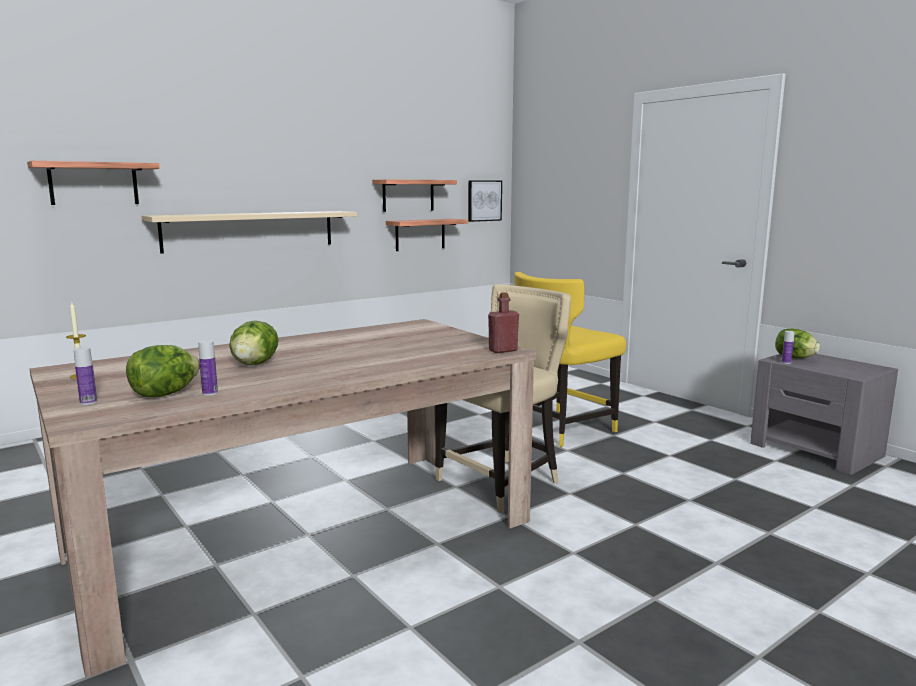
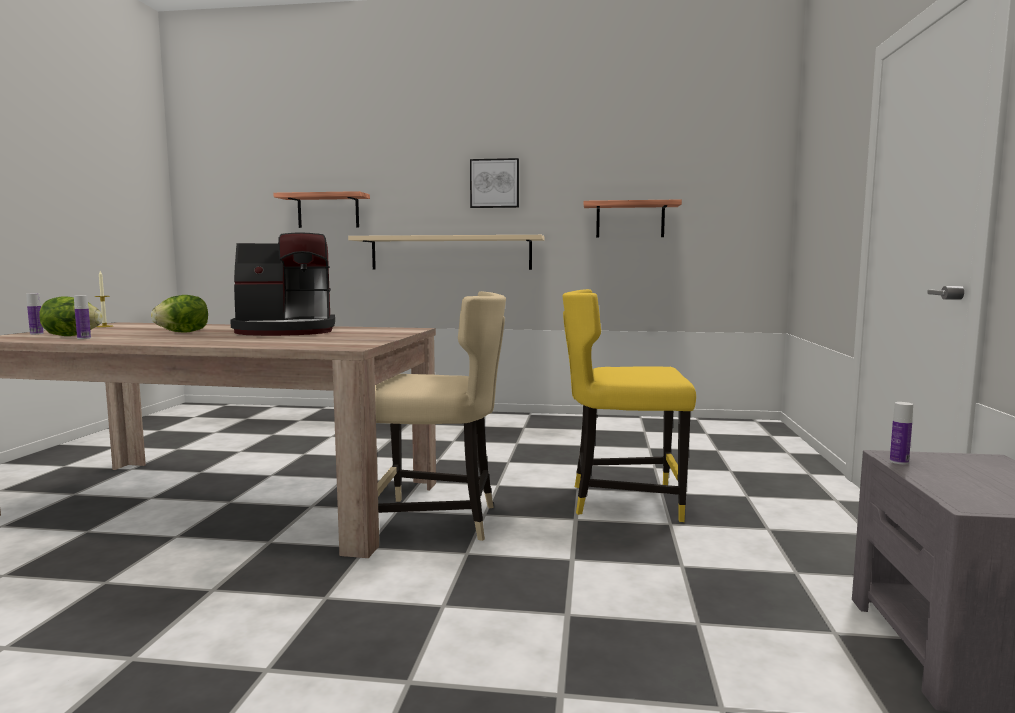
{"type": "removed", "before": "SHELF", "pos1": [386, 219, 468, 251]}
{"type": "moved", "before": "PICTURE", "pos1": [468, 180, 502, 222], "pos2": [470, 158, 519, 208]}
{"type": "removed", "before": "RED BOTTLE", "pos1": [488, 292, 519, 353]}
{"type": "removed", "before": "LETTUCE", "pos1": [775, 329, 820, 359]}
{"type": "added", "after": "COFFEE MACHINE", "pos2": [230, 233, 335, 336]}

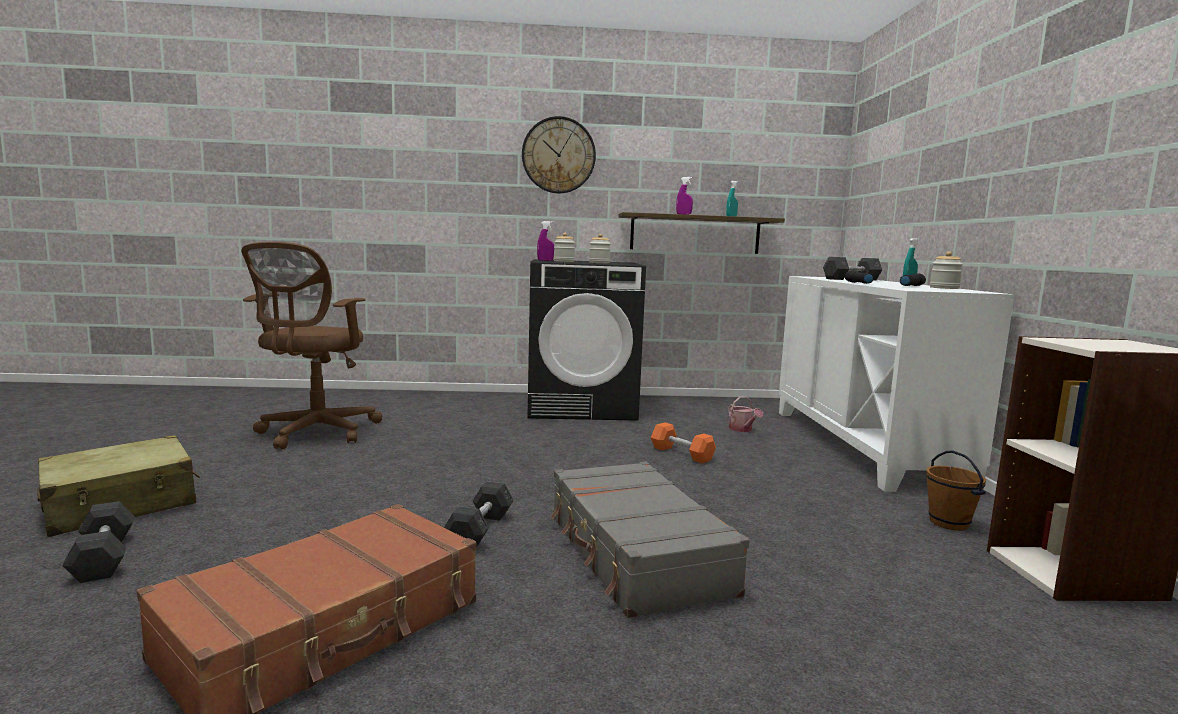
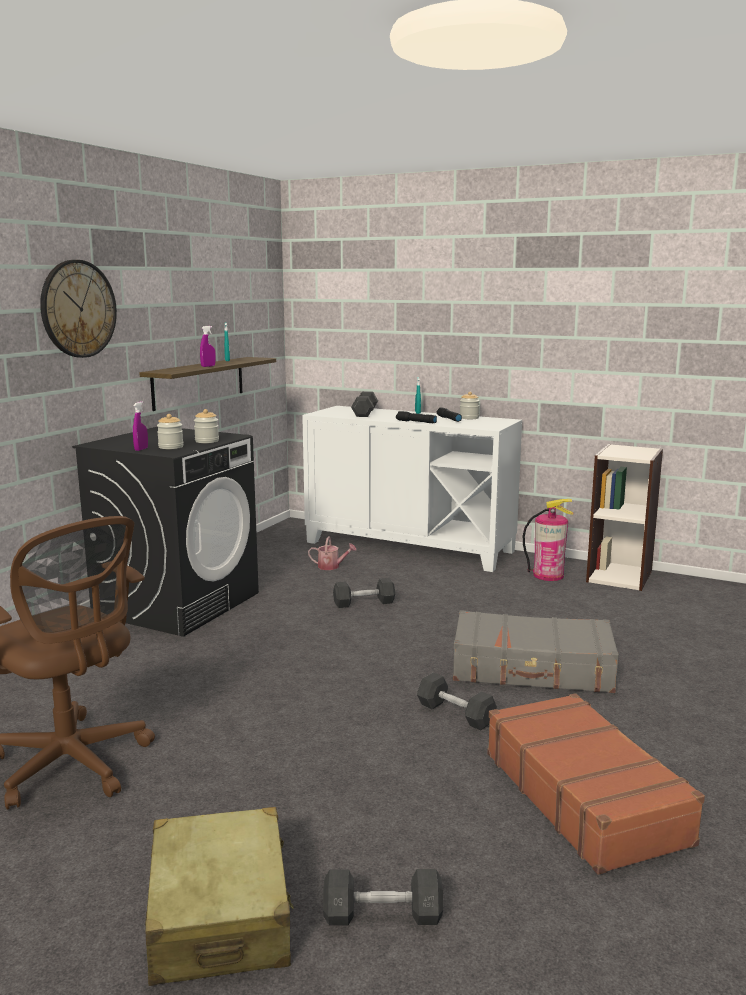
{"type": "recoloured", "before": "ORANGE DUMBBELL", "after": "GREY DUMBBELL", "pos1": [651, 422, 716, 463], "pos2": [333, 578, 395, 608]}
{"type": "replaced", "before": "BROWN BUCKET", "after": "FIRE EXTINGUISHER", "pos1": [926, 450, 986, 531], "pos2": [523, 499, 574, 581]}

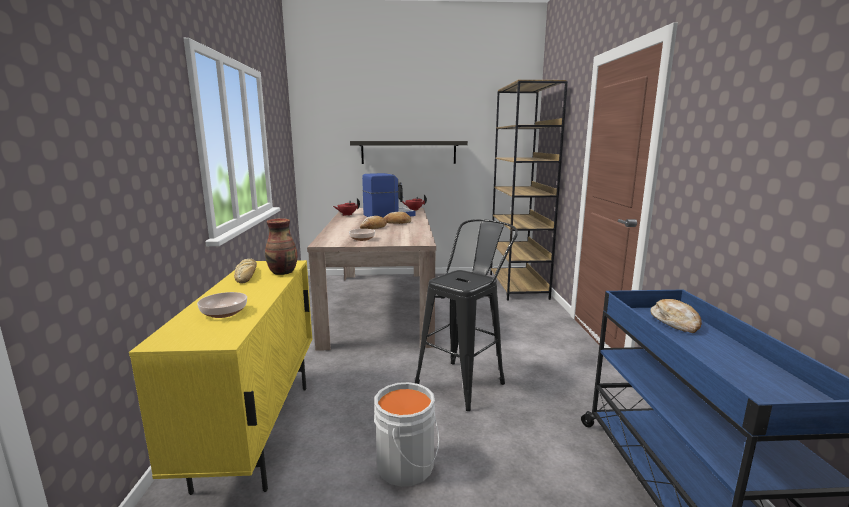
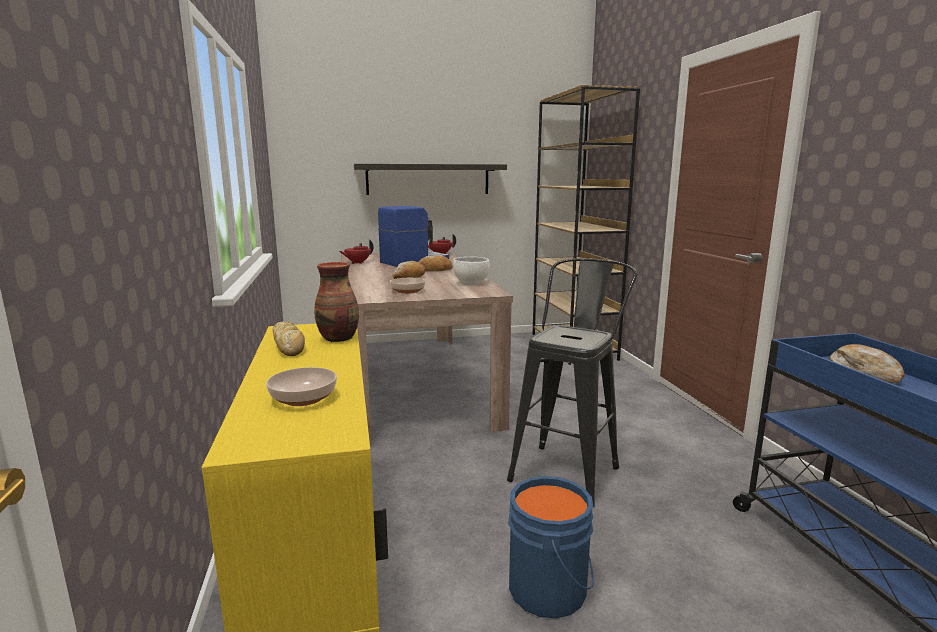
{"type": "recoloured", "before": "GREY BUCKET", "after": "BLUE BUCKET", "pos1": [374, 382, 439, 487], "pos2": [508, 476, 594, 619]}
{"type": "added", "after": "WHITE BOWL", "pos2": [453, 257, 490, 285]}

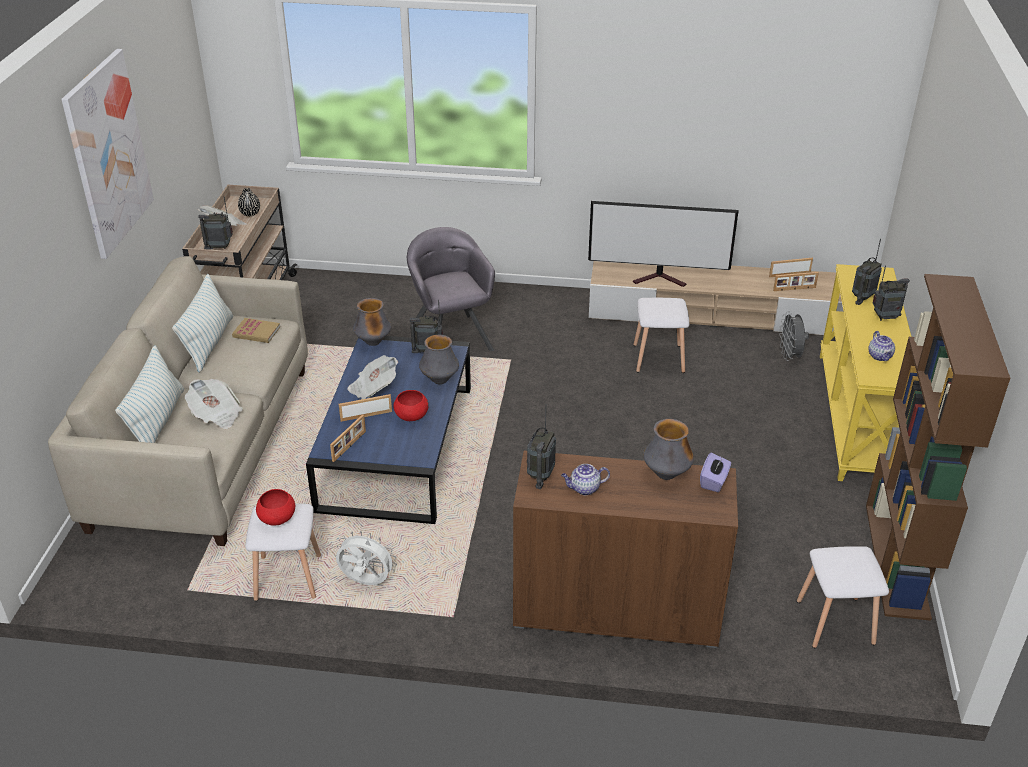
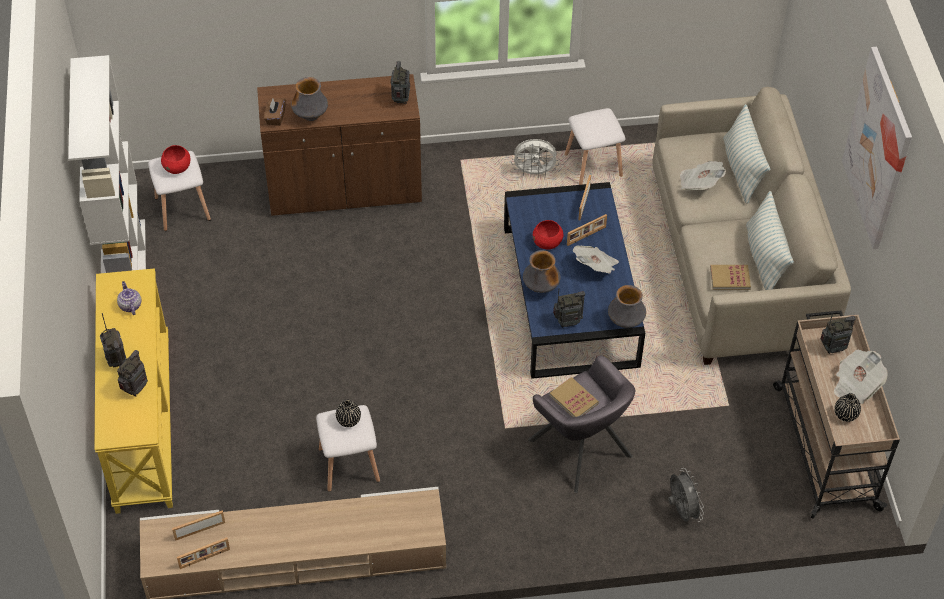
{"type": "moved", "before": "RED BOWL", "pos1": [256, 489, 295, 526], "pos2": [161, 145, 190, 174]}
{"type": "removed", "before": "TEAPOT", "pos1": [561, 464, 610, 495]}
{"type": "removed", "before": "TELEVISION", "pos1": [588, 201, 739, 287]}
{"type": "recoloured", "before": "PURPLE TISSUE BOX", "after": "BROWN TISSUE BOX", "pos1": [700, 453, 731, 492], "pos2": [264, 98, 286, 126]}
{"type": "moved", "before": "GREY FAN", "pos1": [779, 312, 809, 361], "pos2": [668, 468, 704, 522]}
{"type": "recoloured", "before": "BROWN BOOKCASE", "after": "WHITE BOOKCASE", "pos1": [866, 274, 1010, 621], "pos2": [68, 55, 146, 273]}
{"type": "turned", "before": "RADIO", "pos1": [872, 265, 910, 321], "pos2": [100, 313, 127, 367], "turn": -90}
{"type": "added", "after": "BLACK VASE", "pos2": [336, 399, 361, 427]}
{"type": "added", "after": "BOOK", "pos2": [549, 377, 599, 417]}

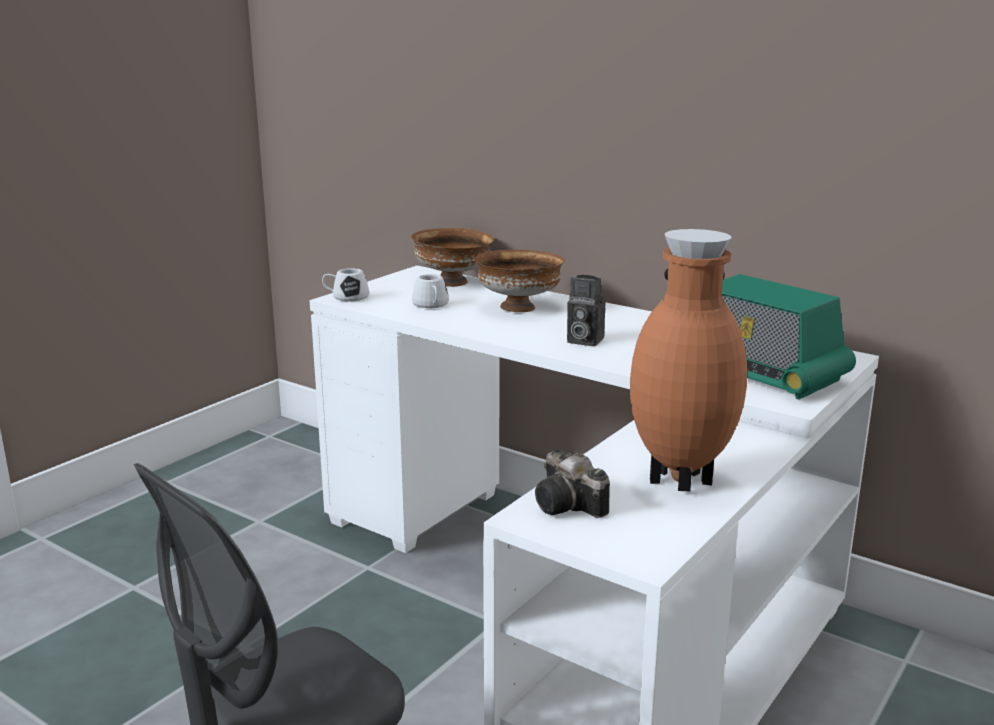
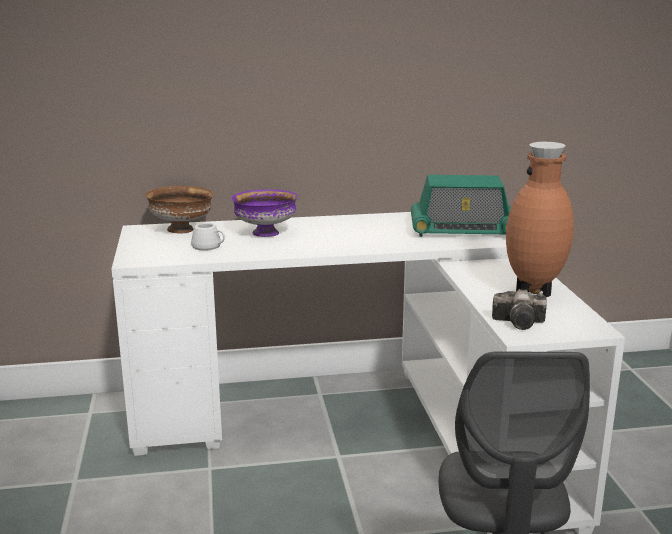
{"type": "removed", "before": "WHITE MUG", "pos1": [322, 268, 369, 302]}
{"type": "recoloured", "before": "BROWN BOWL", "after": "PURPLE BOWL", "pos1": [475, 250, 564, 312], "pos2": [231, 189, 298, 237]}
{"type": "removed", "before": "PHOTO CAMERA", "pos1": [567, 275, 606, 346]}

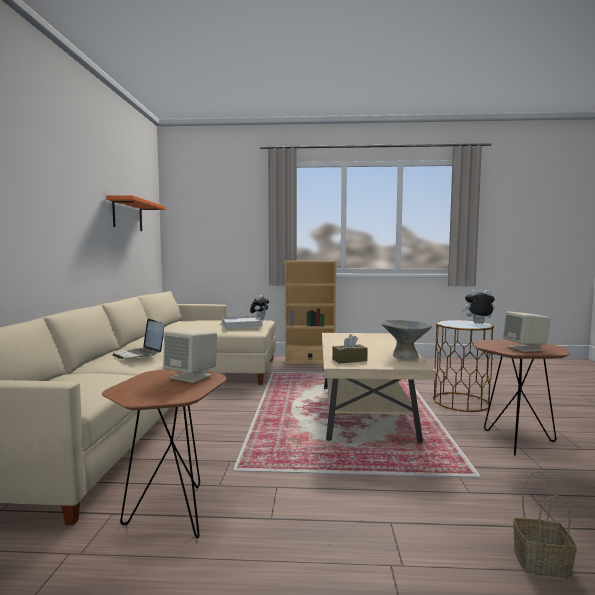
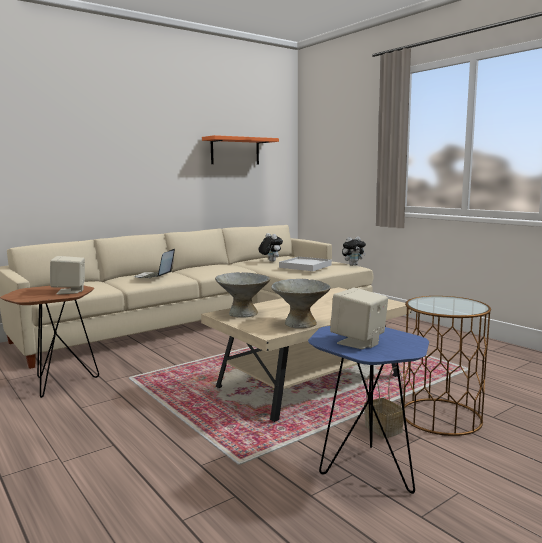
{"type": "removed", "before": "BEIGE BOOKCASE", "pos1": [284, 261, 337, 364]}
{"type": "replaced", "before": "BROWN TISSUE BOX", "after": "GREY BOWL", "pos1": [332, 334, 368, 364], "pos2": [215, 272, 270, 318]}
{"type": "moved", "before": "PLUSH TOY", "pos1": [461, 290, 495, 324], "pos2": [259, 233, 283, 262]}
{"type": "recoloured", "before": "BROWN SIDE TABLE", "after": "BLUE SIDE TABLE", "pos1": [475, 340, 570, 456], "pos2": [308, 326, 429, 494]}
{"type": "moved", "before": "BASKET", "pos1": [513, 471, 577, 578], "pos2": [364, 367, 405, 438]}

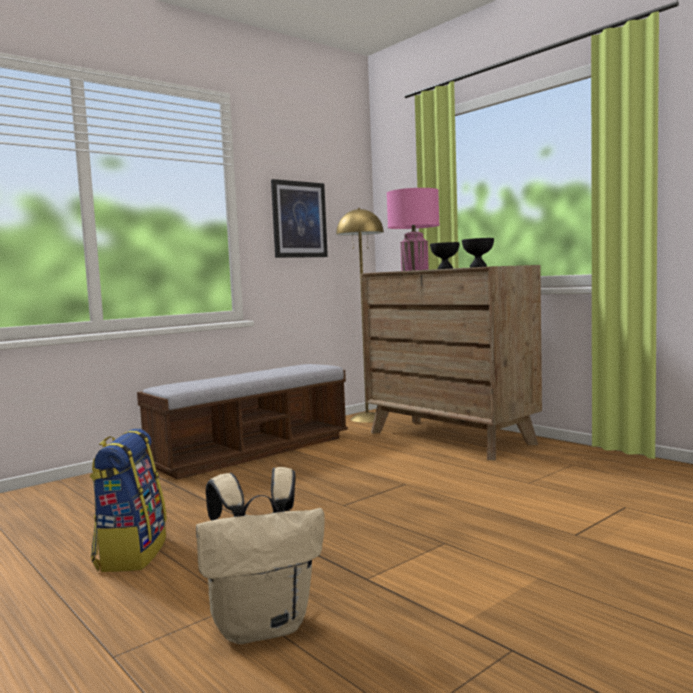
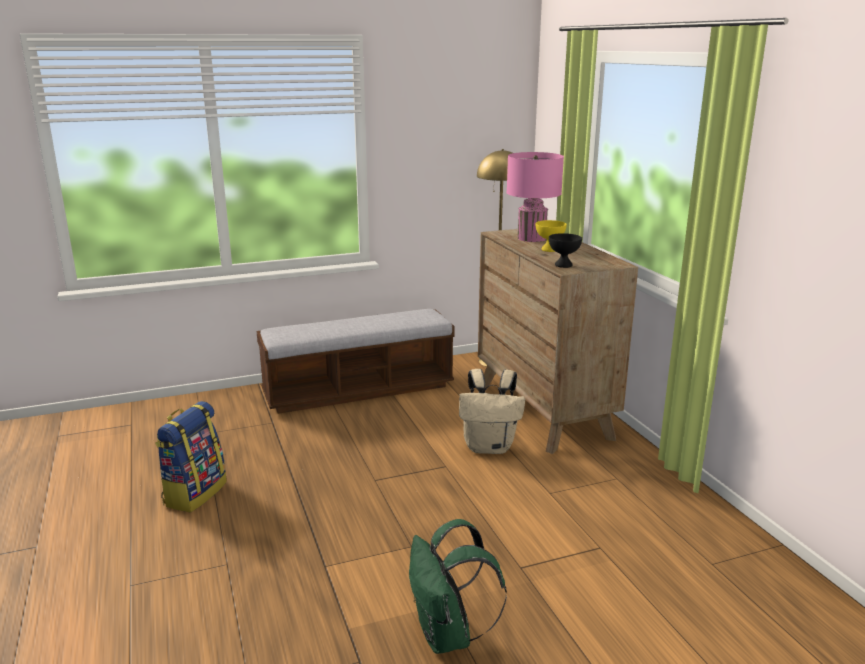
{"type": "moved", "before": "BEIGE BACKPACK", "pos1": [196, 467, 325, 644], "pos2": [459, 369, 525, 454]}
{"type": "removed", "before": "PICTURE", "pos1": [271, 179, 328, 258]}
{"type": "recoloured", "before": "BLACK BOWL", "after": "YELLOW BOWL", "pos1": [430, 242, 460, 269], "pos2": [535, 220, 567, 252]}
{"type": "added", "after": "GREEN BACKPACK", "pos2": [409, 519, 507, 654]}

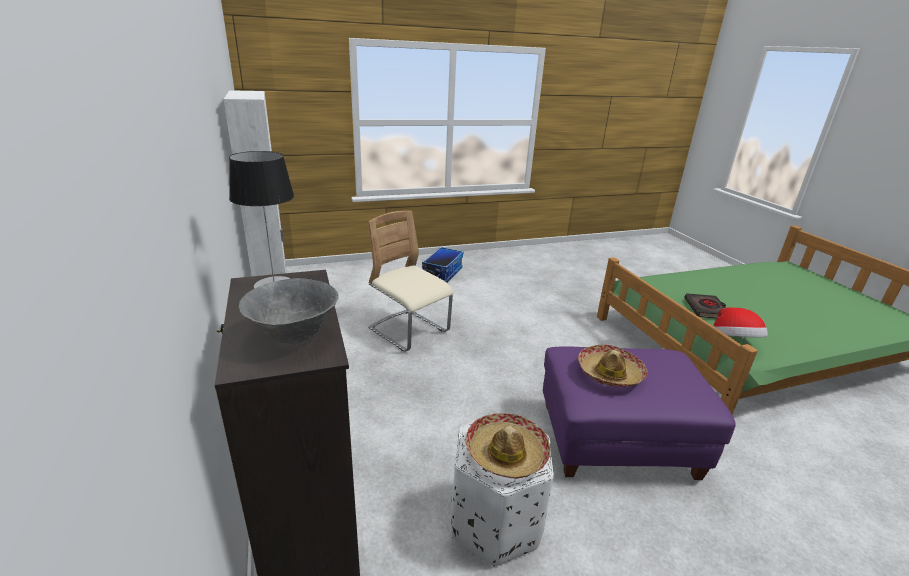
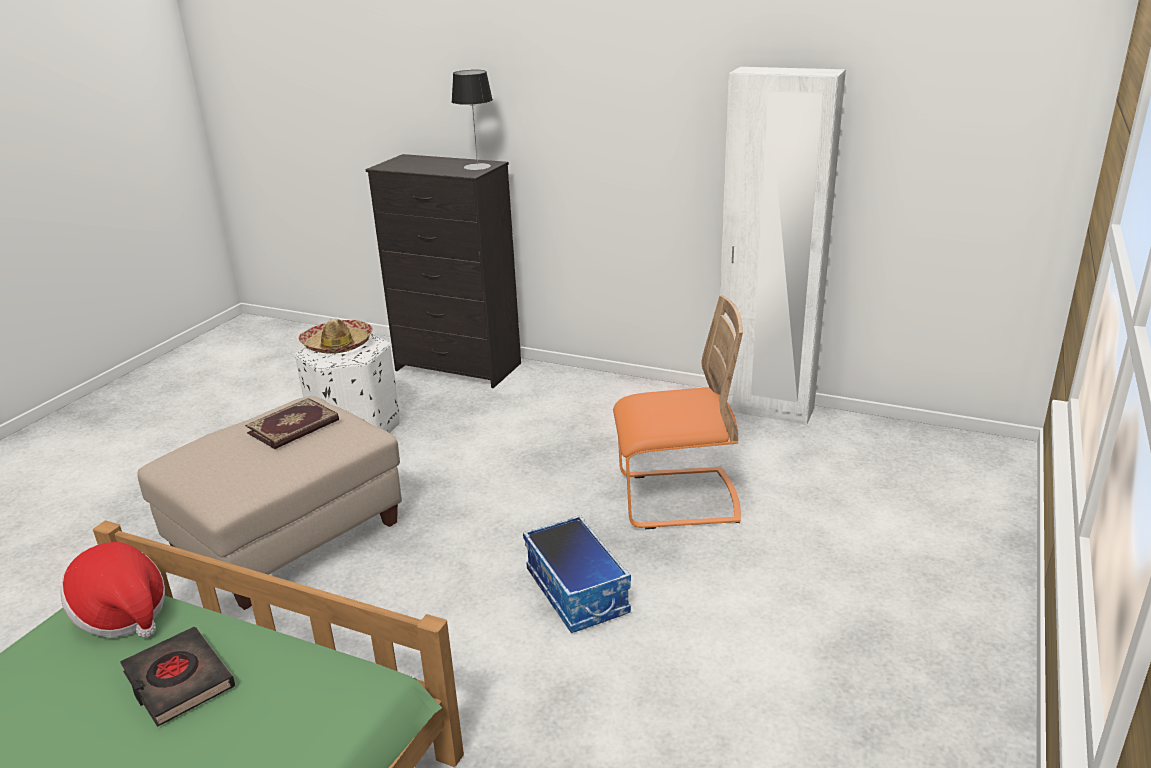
{"type": "removed", "before": "GREY BOWL", "pos1": [239, 278, 339, 344]}
{"type": "recoloured", "before": "BEIGE CHAIR", "after": "ORANGE CHAIR", "pos1": [368, 211, 453, 352], "pos2": [613, 295, 743, 529]}
{"type": "moved", "before": "STORAGE BOX", "pos1": [422, 247, 464, 283], "pos2": [523, 515, 631, 633]}
{"type": "recoloured", "before": "PURPLE OTTOMAN", "after": "BEIGE OTTOMAN", "pos1": [543, 346, 735, 480], "pos2": [137, 396, 402, 610]}
{"type": "replaced", "before": "HAT", "after": "BOOK", "pos1": [578, 344, 648, 387], "pos2": [245, 398, 339, 449]}

